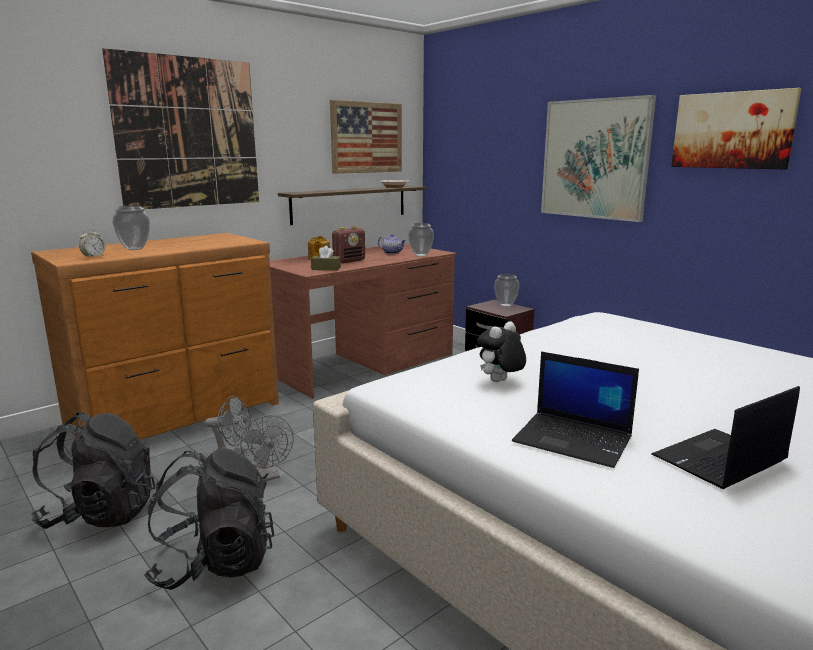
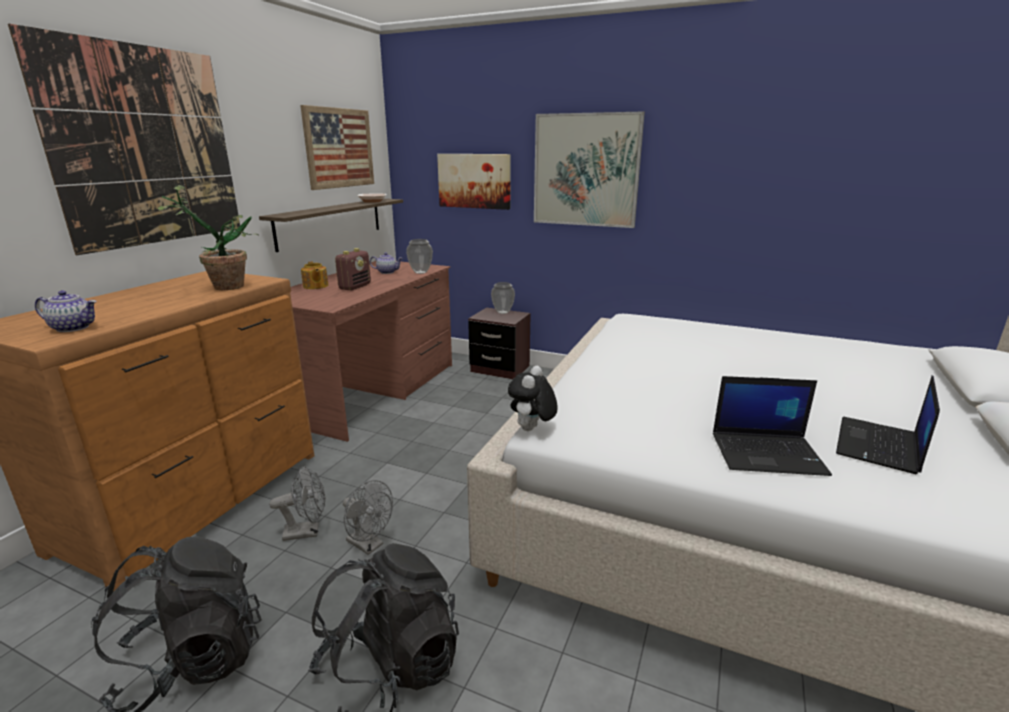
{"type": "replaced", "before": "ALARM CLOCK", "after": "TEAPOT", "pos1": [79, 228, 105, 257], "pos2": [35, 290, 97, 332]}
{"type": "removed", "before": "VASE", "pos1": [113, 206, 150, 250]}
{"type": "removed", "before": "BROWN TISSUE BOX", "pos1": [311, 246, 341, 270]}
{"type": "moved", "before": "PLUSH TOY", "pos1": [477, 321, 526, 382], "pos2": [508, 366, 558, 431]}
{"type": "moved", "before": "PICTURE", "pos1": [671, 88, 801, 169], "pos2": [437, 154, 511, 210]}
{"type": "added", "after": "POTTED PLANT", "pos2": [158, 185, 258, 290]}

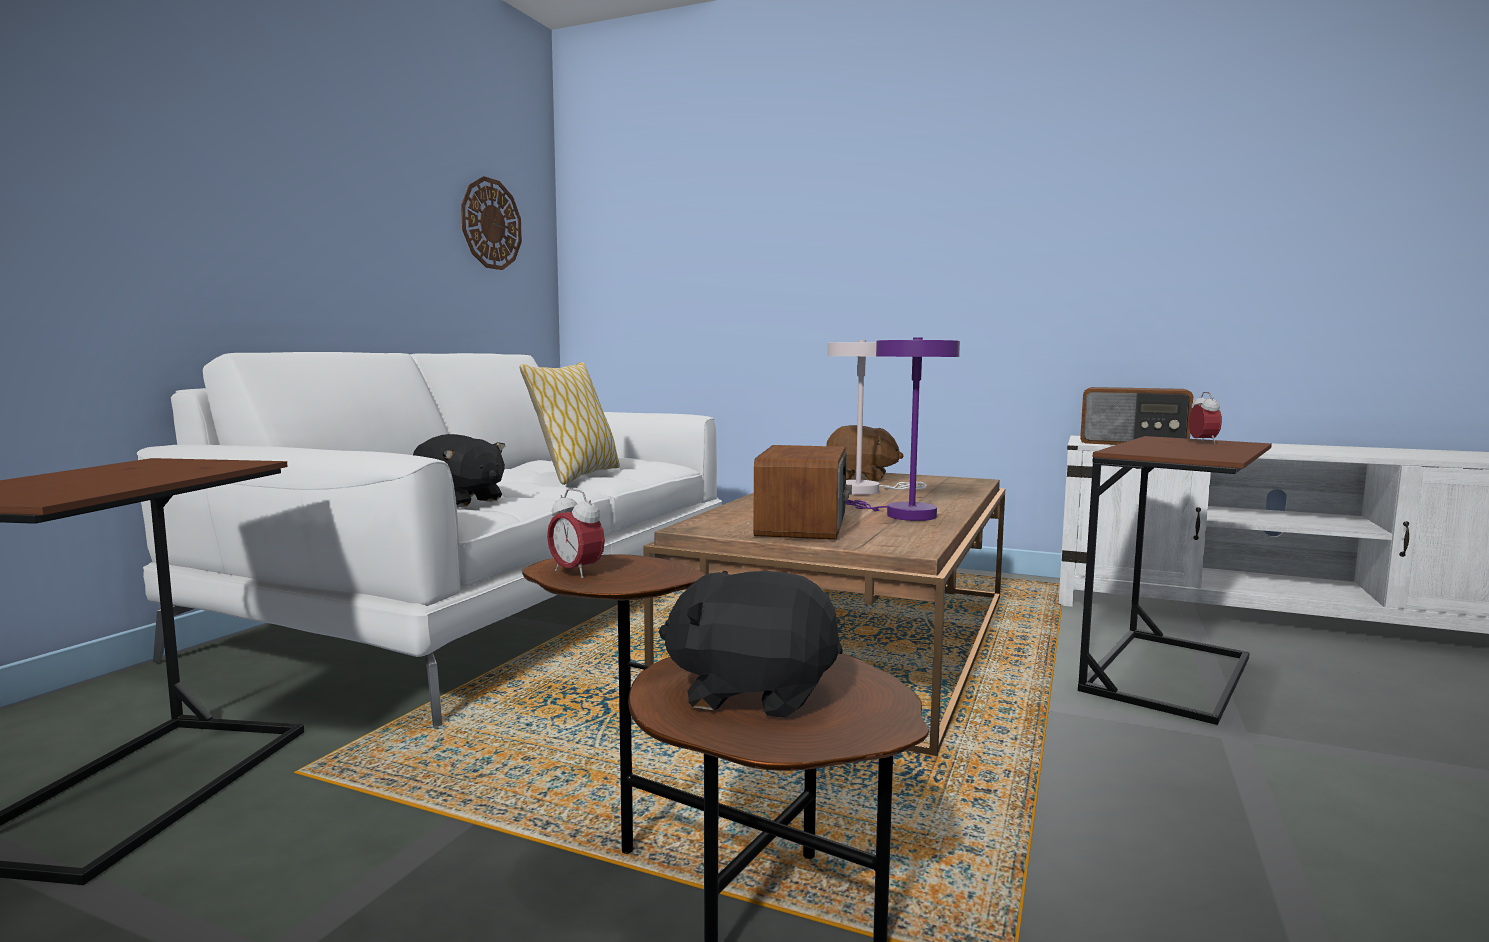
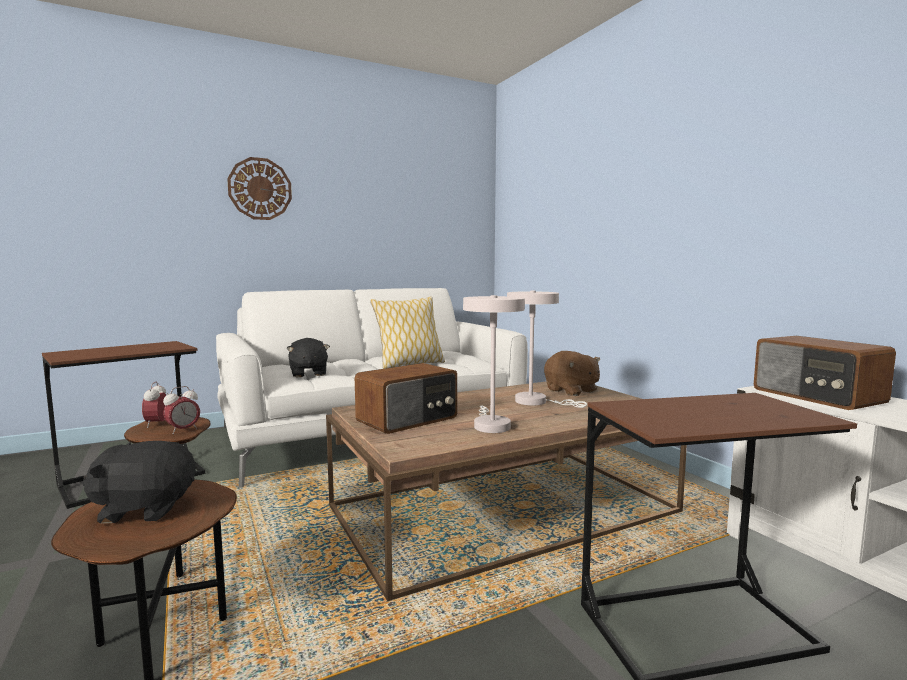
{"type": "moved", "before": "WALL CLOCK", "pos1": [461, 176, 522, 270], "pos2": [227, 157, 292, 220]}
{"type": "turned", "before": "BLACK PLUSH TOY", "pos1": [659, 571, 843, 718], "pos2": [82, 441, 196, 524], "turn": -60}
{"type": "recoloured", "before": "PURPLE TABLE LAMP", "after": "WHITE TABLE LAMP", "pos1": [846, 337, 960, 521], "pos2": [463, 295, 525, 433]}
{"type": "moved", "before": "ALARM CLOCK", "pos1": [1189, 392, 1222, 444], "pos2": [163, 386, 200, 434]}

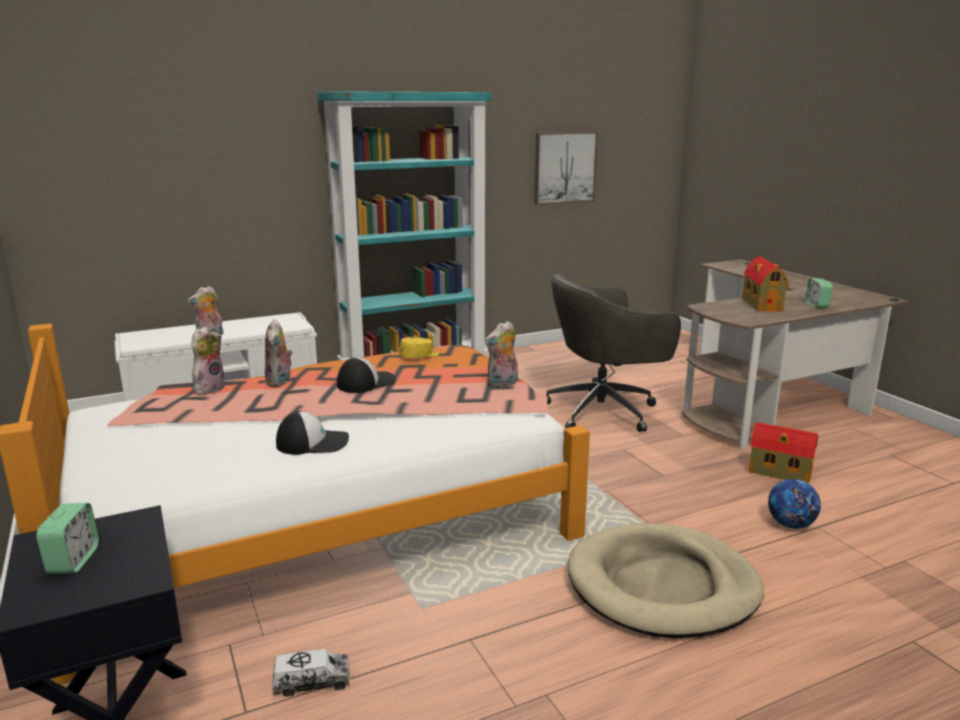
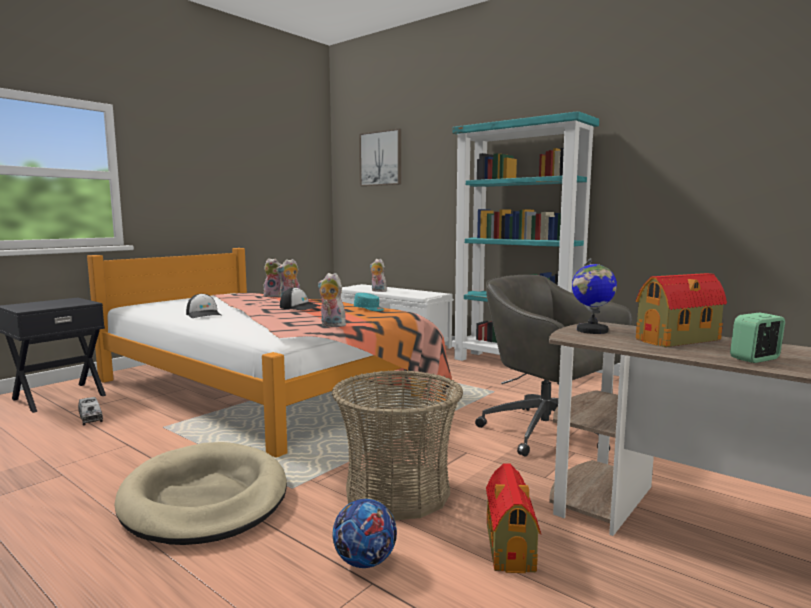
{"type": "removed", "before": "ALARM CLOCK", "pos1": [36, 503, 99, 574]}
{"type": "recoloured", "before": "YELLOW CAP", "after": "TURQUOISE CAP", "pos1": [399, 337, 439, 358], "pos2": [354, 293, 384, 311]}
{"type": "moved", "before": "PICTURE", "pos1": [534, 132, 598, 205], "pos2": [359, 128, 401, 186]}
{"type": "added", "after": "BASKET", "pos2": [332, 370, 463, 520]}
{"type": "added", "after": "GLOBE", "pos2": [572, 258, 617, 334]}

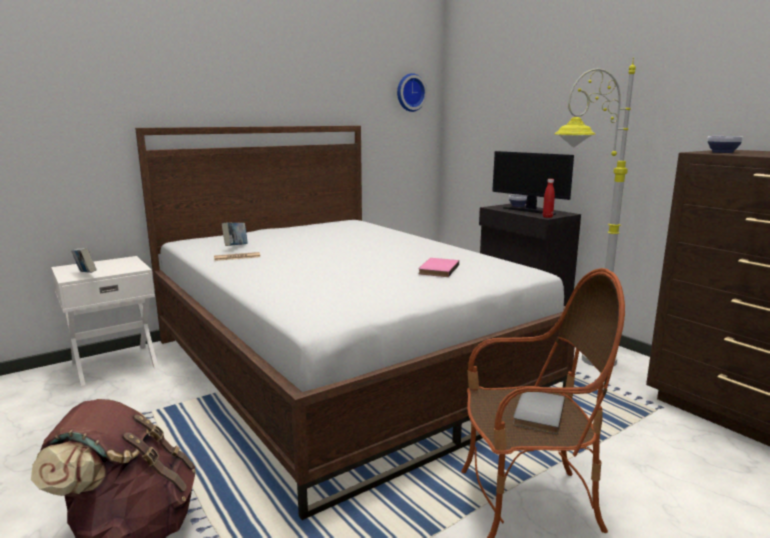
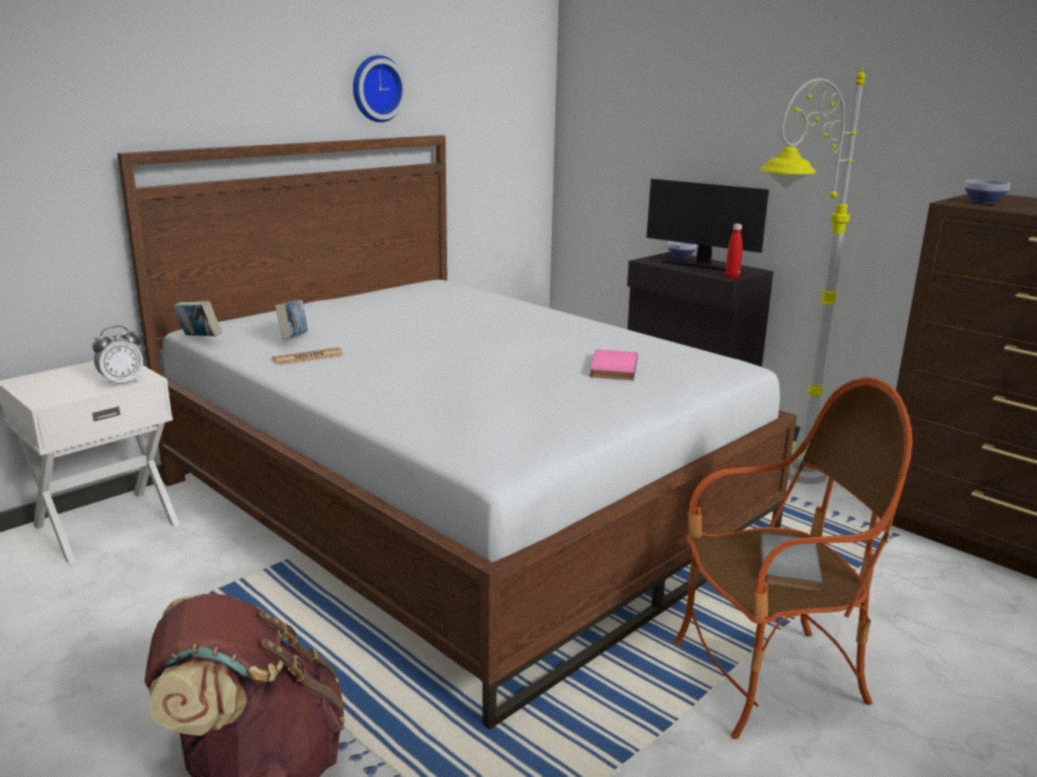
{"type": "moved", "before": "BOOK", "pos1": [71, 248, 96, 273], "pos2": [173, 301, 222, 337]}
{"type": "moved", "before": "WALL CLOCK", "pos1": [397, 73, 427, 112], "pos2": [353, 55, 406, 122]}
{"type": "added", "after": "ALARM CLOCK", "pos2": [92, 326, 143, 387]}

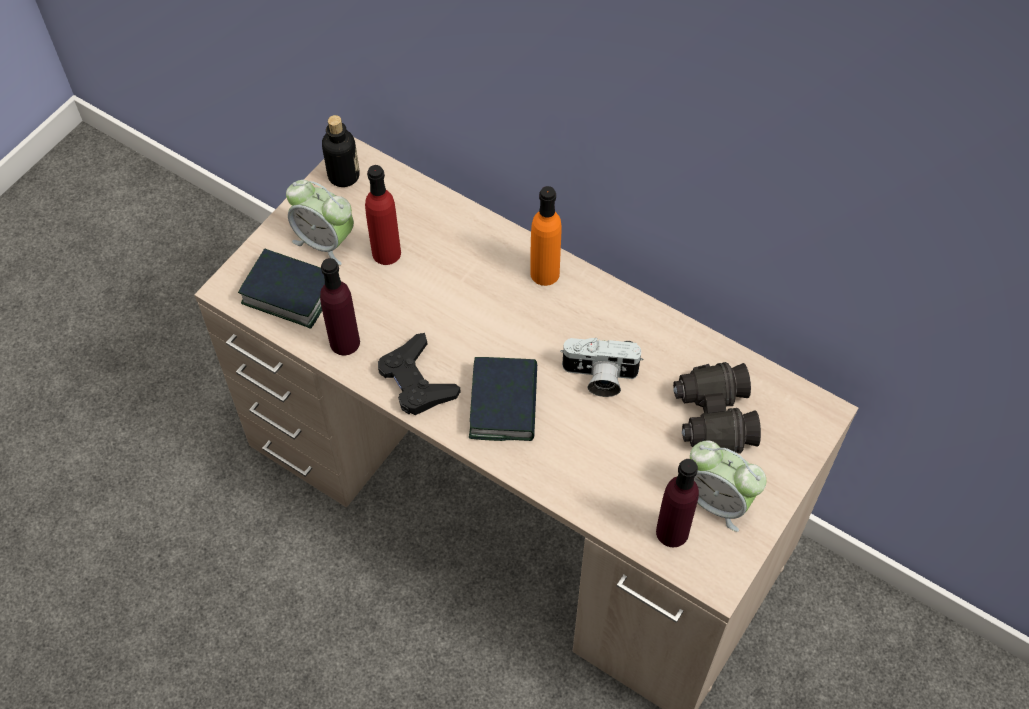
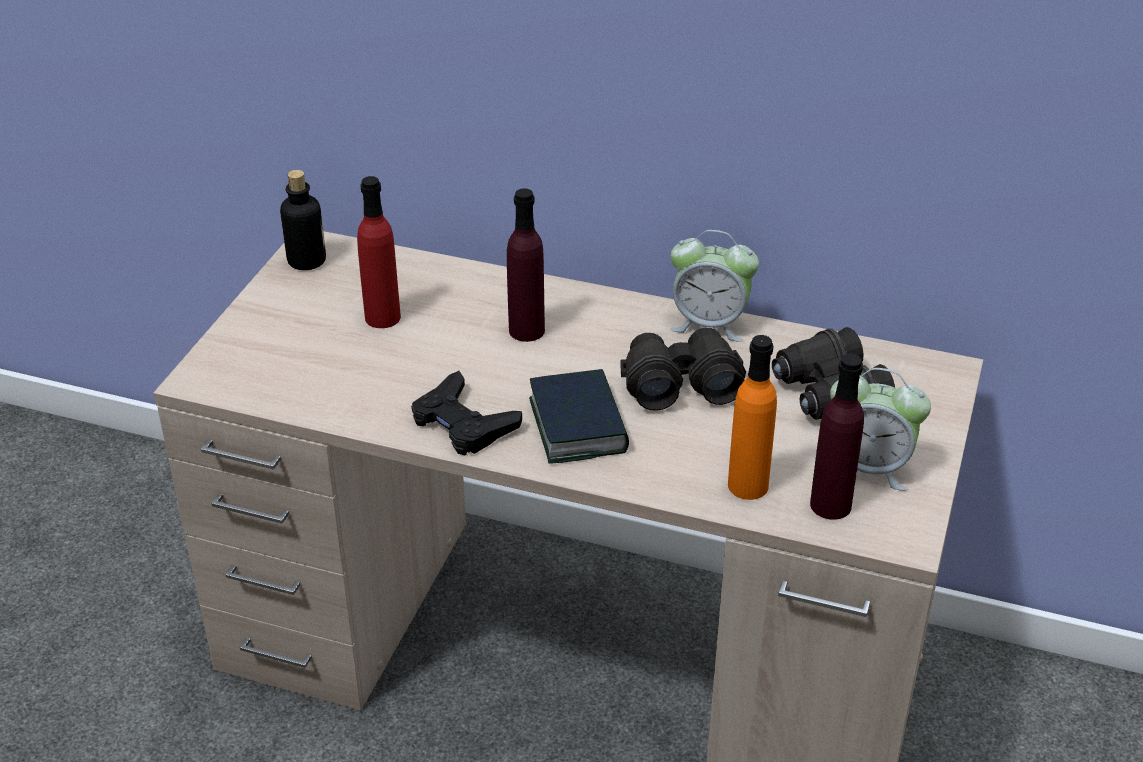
{"type": "removed", "before": "BOOK", "pos1": [238, 248, 325, 329]}
{"type": "moved", "before": "ALARM CLOCK", "pos1": [286, 180, 354, 265], "pos2": [670, 230, 759, 342]}
{"type": "moved", "before": "PURPLE BOTTLE", "pos1": [320, 258, 360, 355], "pos2": [507, 188, 545, 342]}
{"type": "moved", "before": "ORANGE BOTTLE", "pos1": [530, 186, 562, 286], "pos2": [728, 335, 777, 500]}
{"type": "replaced", "before": "PHOTO CAMERA", "after": "BLACK BINOCULARS", "pos1": [560, 338, 643, 397], "pos2": [620, 328, 746, 411]}

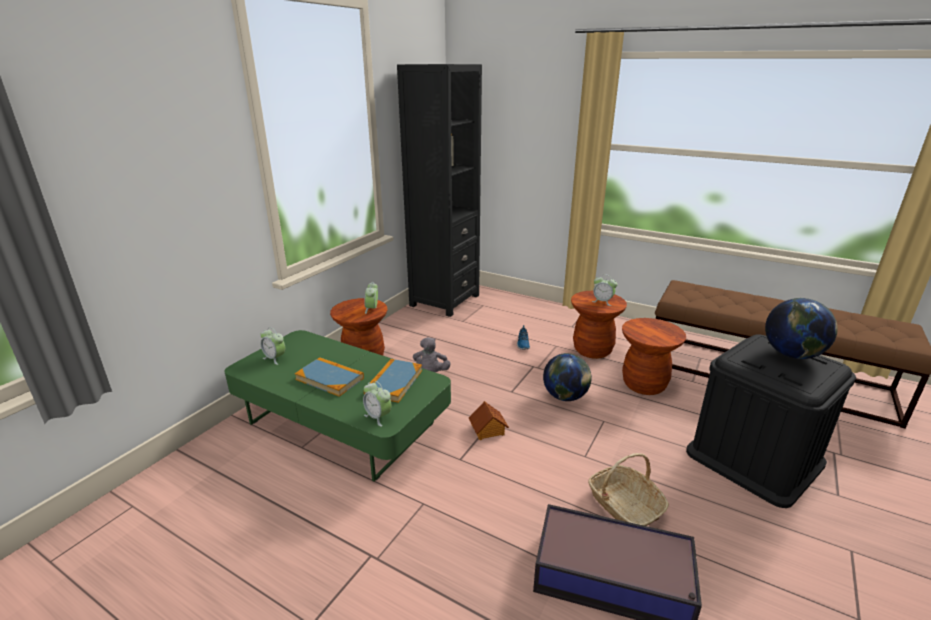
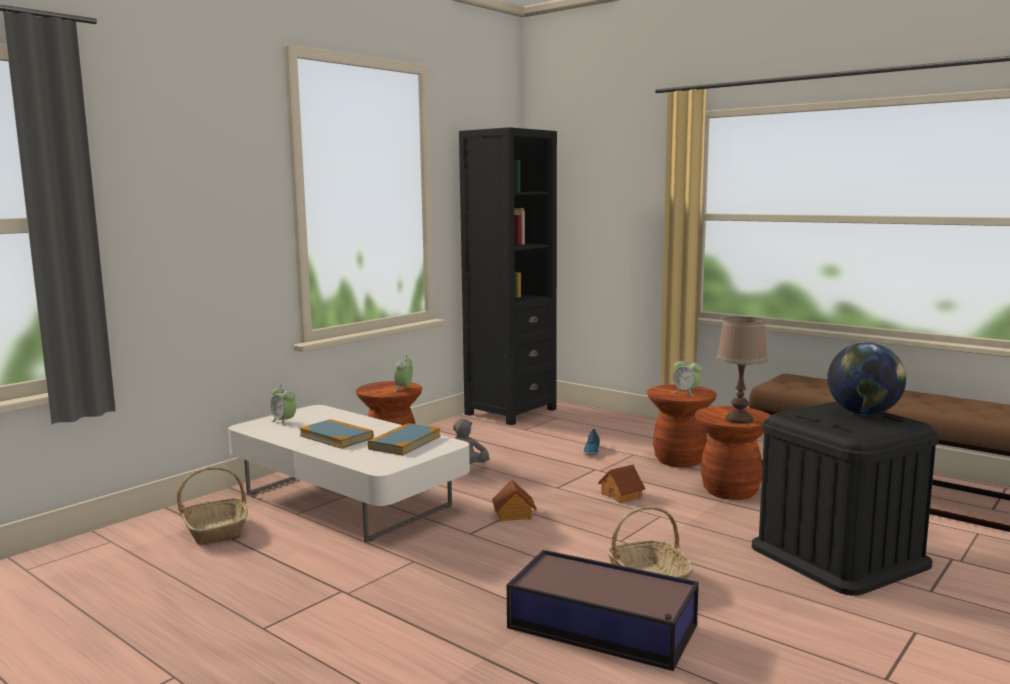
{"type": "recoloured", "before": "GREEN COFFEE TABLE", "after": "WHITE COFFEE TABLE", "pos1": [224, 330, 451, 482], "pos2": [228, 405, 470, 542]}
{"type": "removed", "before": "ALARM CLOCK", "pos1": [363, 381, 392, 427]}
{"type": "replaced", "before": "GLOBE", "after": "TOY HOUSE", "pos1": [543, 353, 592, 401], "pos2": [598, 464, 646, 503]}
{"type": "added", "after": "BASKET", "pos2": [177, 467, 248, 545]}
{"type": "added", "after": "BROWN TABLE LAMP", "pos2": [716, 317, 768, 424]}

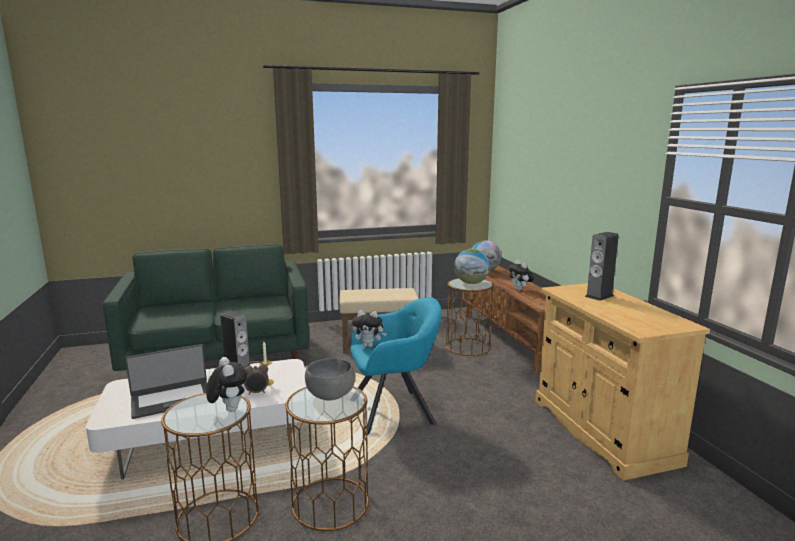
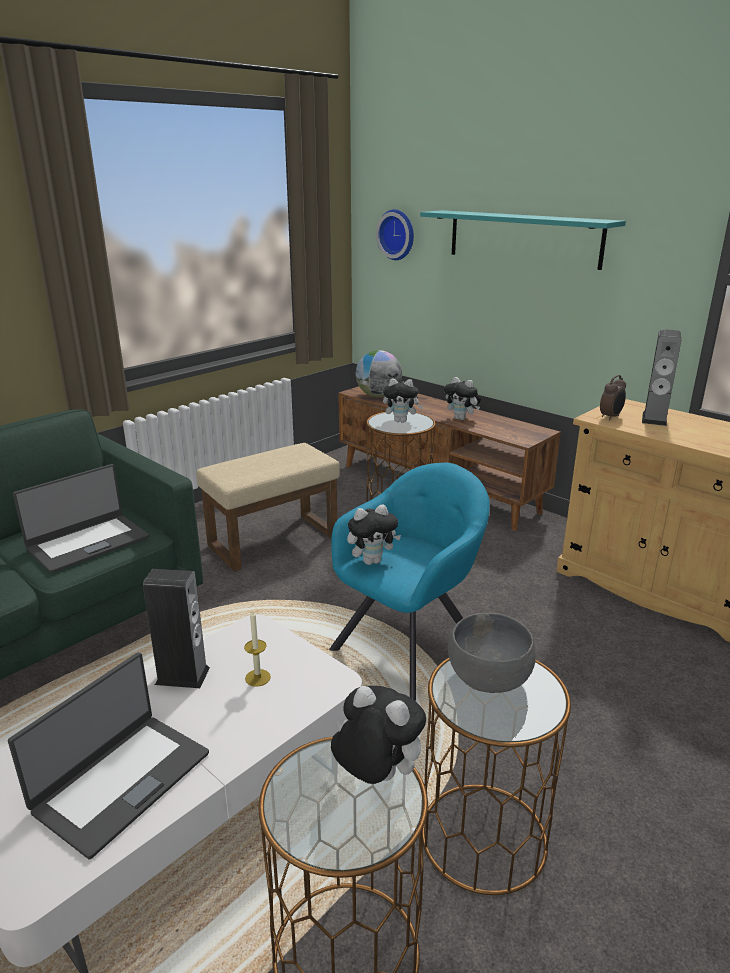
{"type": "moved", "before": "ALARM CLOCK", "pos1": [244, 361, 268, 395], "pos2": [600, 375, 626, 420]}
{"type": "replaced", "before": "GLOBE", "after": "PLUSH TOY", "pos1": [454, 249, 490, 284], "pos2": [383, 378, 423, 423]}
{"type": "added", "after": "LAPTOP", "pos2": [13, 464, 149, 573]}
{"type": "added", "after": "WALL CLOCK", "pos2": [376, 209, 414, 260]}
{"type": "added", "after": "TURQUOISE SHELF", "pos2": [420, 210, 626, 270]}

